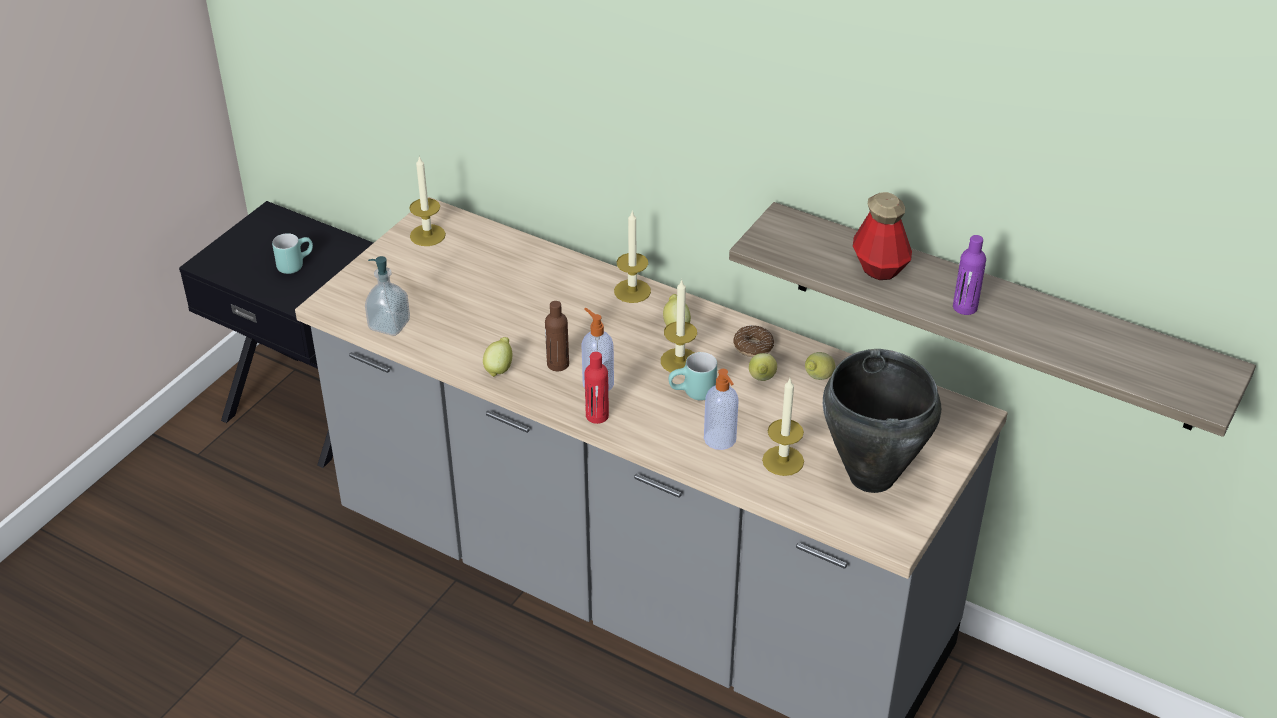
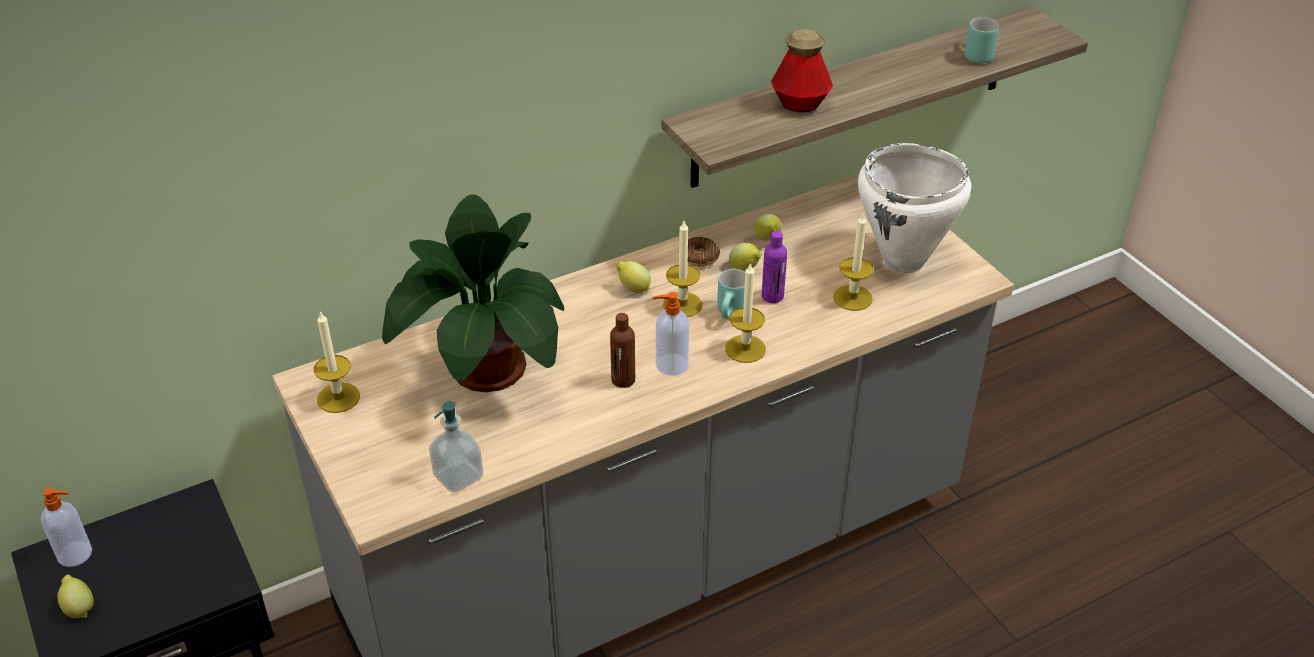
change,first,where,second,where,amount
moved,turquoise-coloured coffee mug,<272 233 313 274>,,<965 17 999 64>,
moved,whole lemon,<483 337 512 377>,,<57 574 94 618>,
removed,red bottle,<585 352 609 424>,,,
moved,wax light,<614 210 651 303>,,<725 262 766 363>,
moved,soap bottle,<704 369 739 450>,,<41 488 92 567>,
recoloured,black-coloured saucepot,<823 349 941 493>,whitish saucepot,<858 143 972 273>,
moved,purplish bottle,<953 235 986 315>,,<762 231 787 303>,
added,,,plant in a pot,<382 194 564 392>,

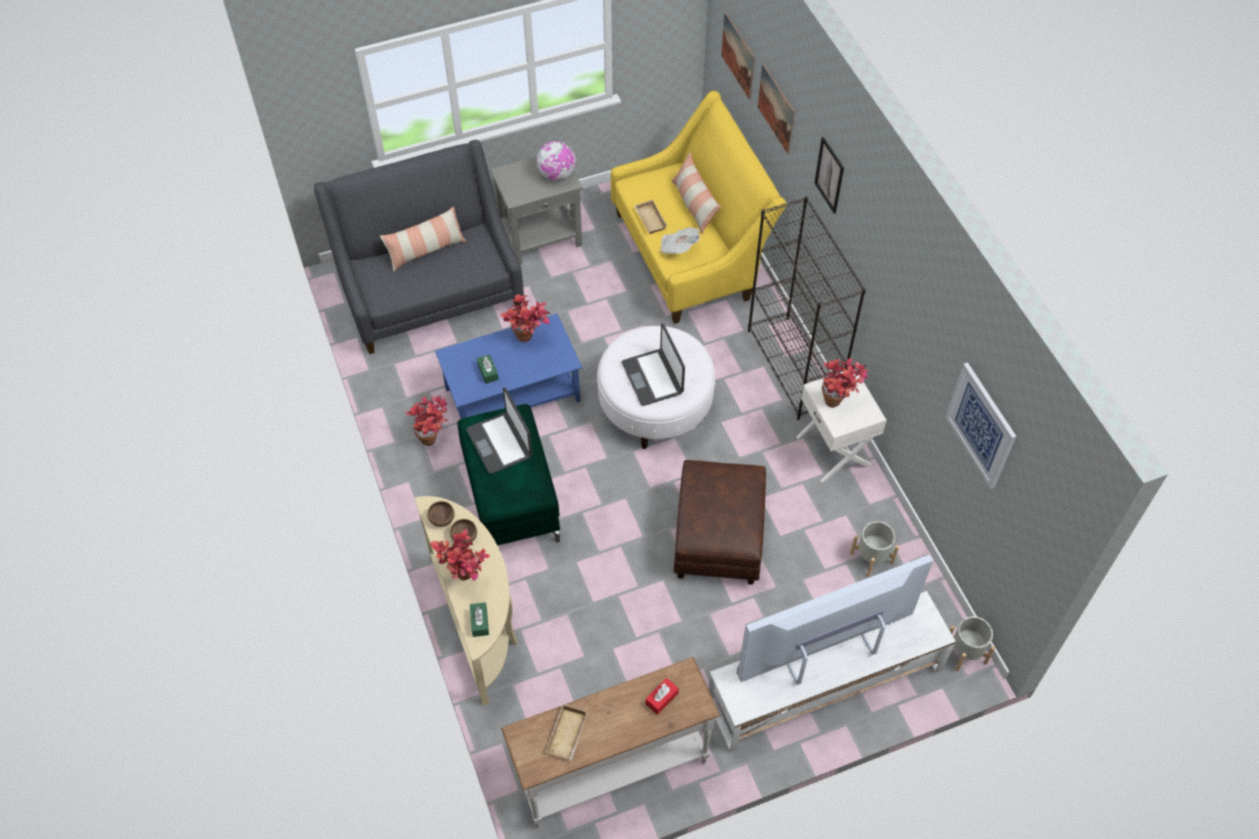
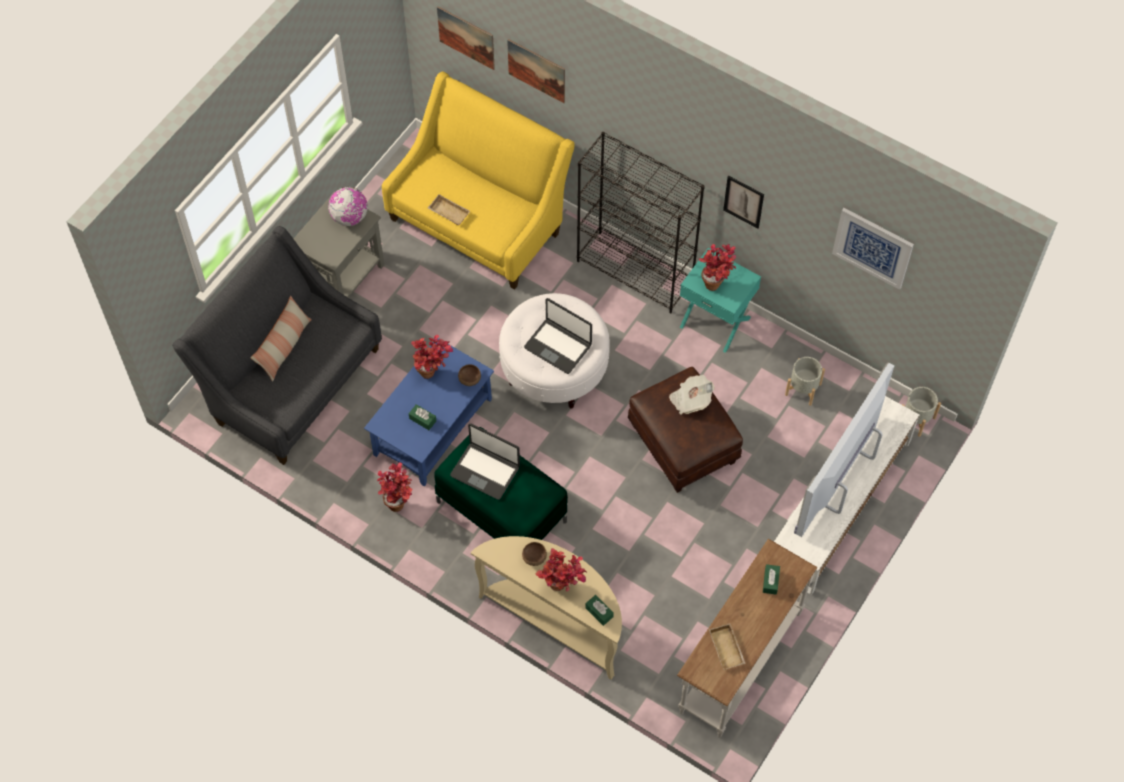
change,first,where,second,where,amount
moved,brown serving bowl,<427 501 455 527>,,<458 364 481 386>,
recoloured,red tissue holder,<646 678 679 715>,green tissue holder,<763 564 780 595>,
moved,printed paper,<659 227 700 254>,,<669 375 715 415>,
removed,cushion,<671 153 721 234>,,,
recoloured,whitish night table,<796 368 887 482>,turquoise-coloured night table,<680 248 761 353>,
moved,wall art,<815 137 844 214>,,<723 176 764 228>,

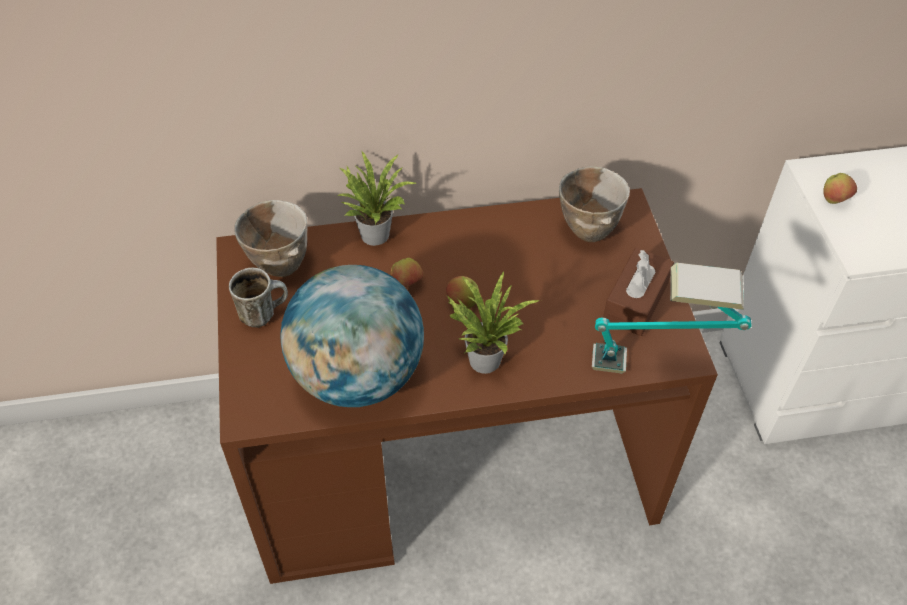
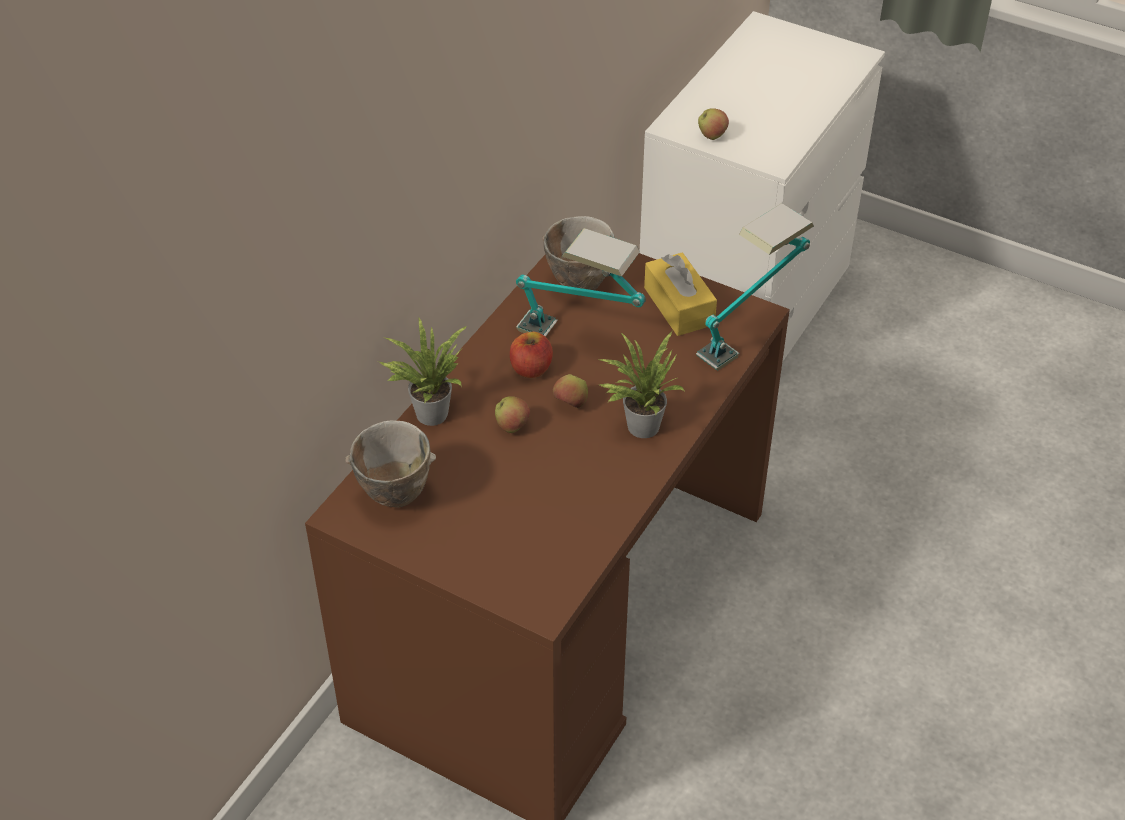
change,first,where,second,where,amount
removed,coffee mug,<229 268 288 328>,,,
removed,world globe,<280 265 424 407>,,,
recoloured,brown tissue holder,<603 248 674 336>,yellow-coloured tissue holder,<644 253 717 336>,
added,,,apple fruit,<510 331 553 378>,
added,,,table lamp,<516 228 646 337>,

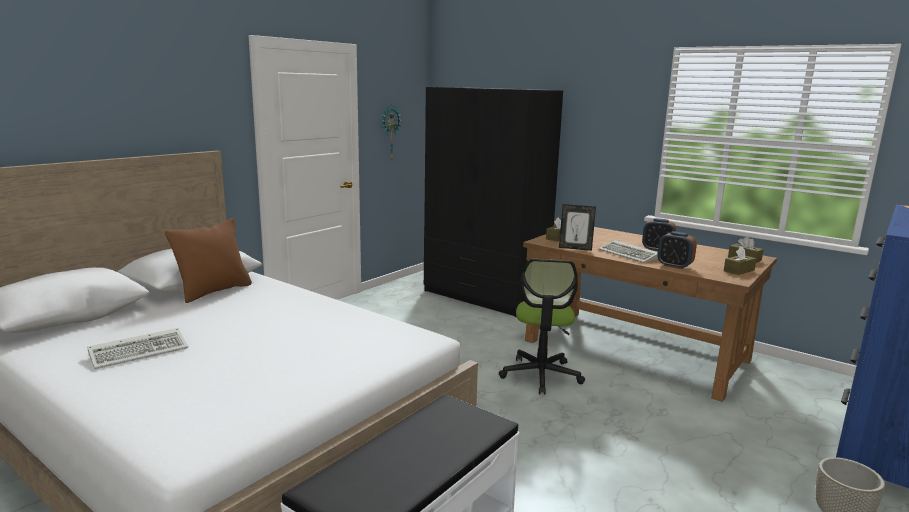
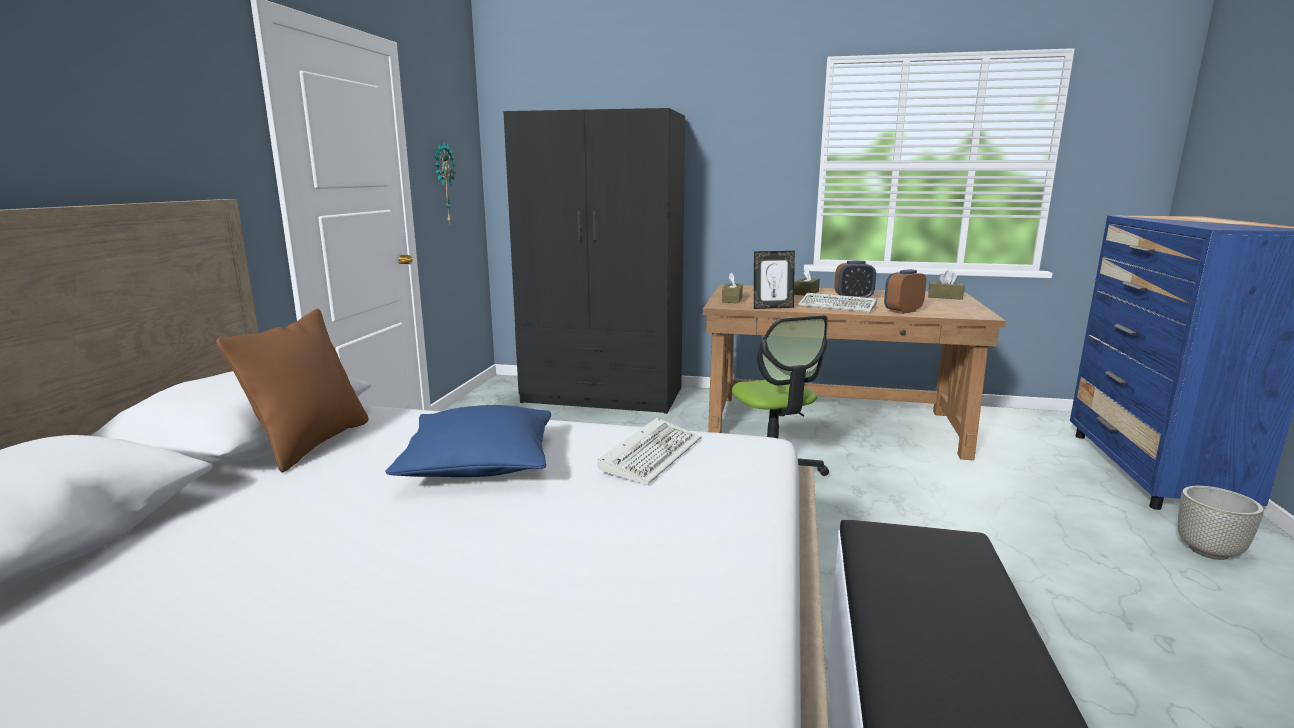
change,first,where,second,where,amount
moved,keyboard,<87 328 188 369>,,<597 418 701 485>,
turned,alarm clock,<657 231 697 269>,,<884 269 926 314>,135 degrees clockwise
moved,brown tissue holder,<724 246 756 275>,,<794 267 820 296>,
added,,,blue cushion,<385 405 551 477>,

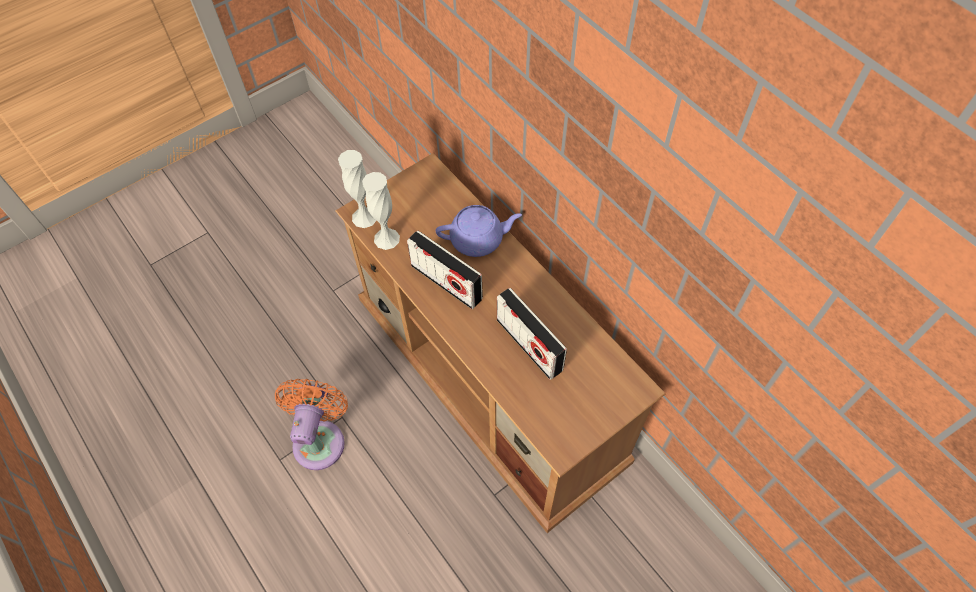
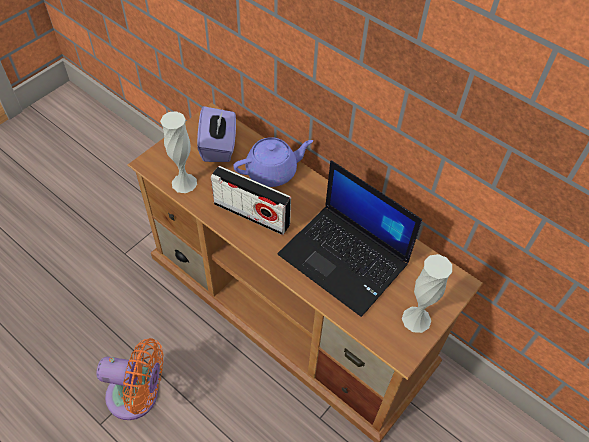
change,first,where,second,where,amount
turned,orange-coloured fan,<275 379 348 470>,,<96 338 163 420>,105 degrees clockwise
moved,whitish flower vase,<338 150 377 228>,,<402 254 452 333>,
replaced,radio,<497 288 567 380>,laptop,<278 160 422 317>,
added,,,purplish tissue holder,<197 106 236 162>,

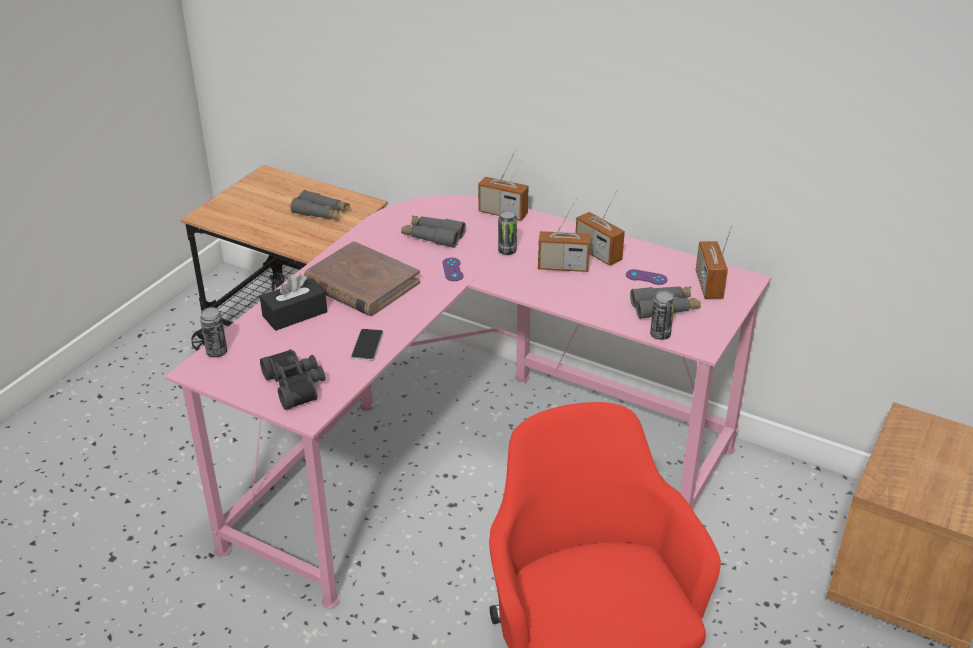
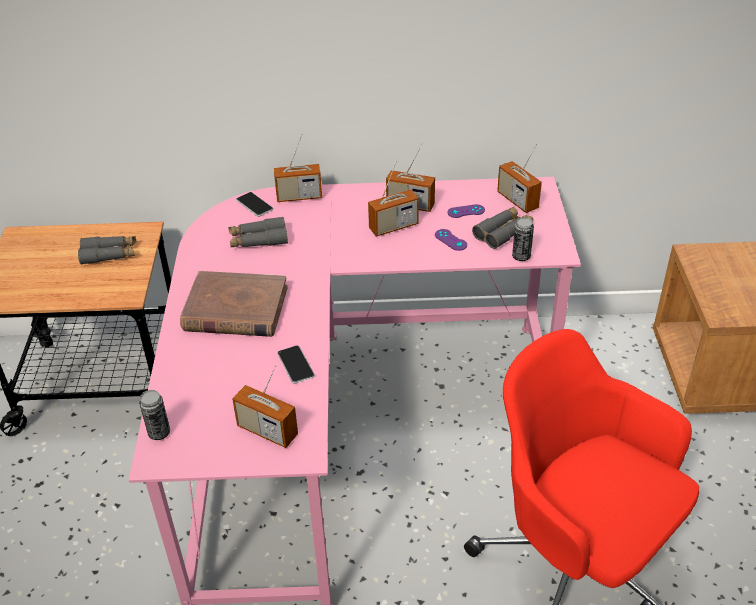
change,first,where,second,where,amount
removed,black-coloured tissue holder,<260 274 327 331>,,,
replaced,black-coloured binoculars,<260 349 326 410>,radio,<232 364 298 448>,
moved,purplish game controller,<442 258 464 281>,,<435 229 467 251>,
removed,metal can,<498 210 517 255>,,,
added,,,handset,<236 192 273 217>,

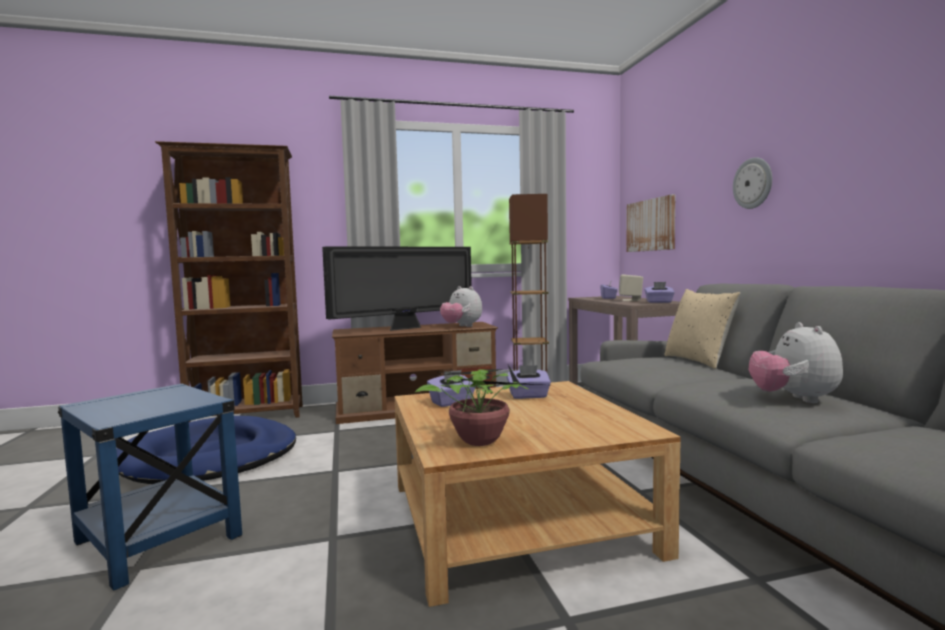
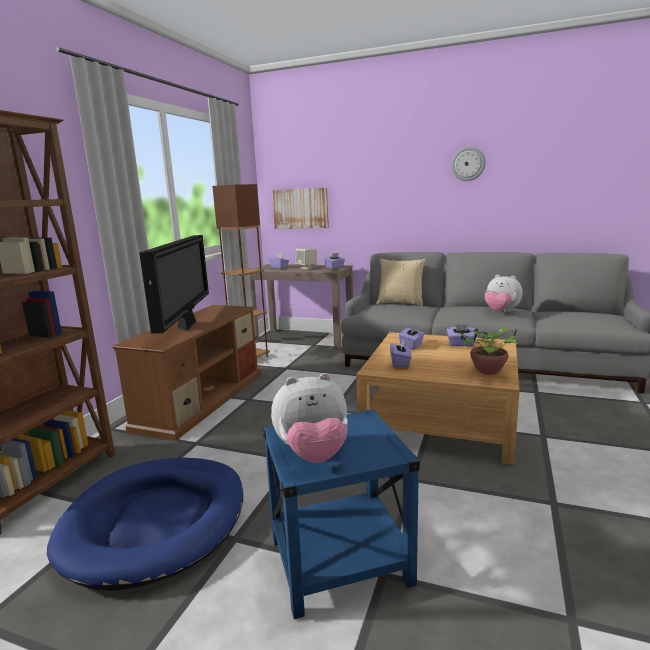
change,first,where,second,where,amount
moved,cuddly toy,<440 286 482 327>,,<271 373 348 463>,
moved,clock on the wall,<733 157 772 209>,,<451 147 486 181>,
added,,,purplish tissue holder,<447 324 477 346>,

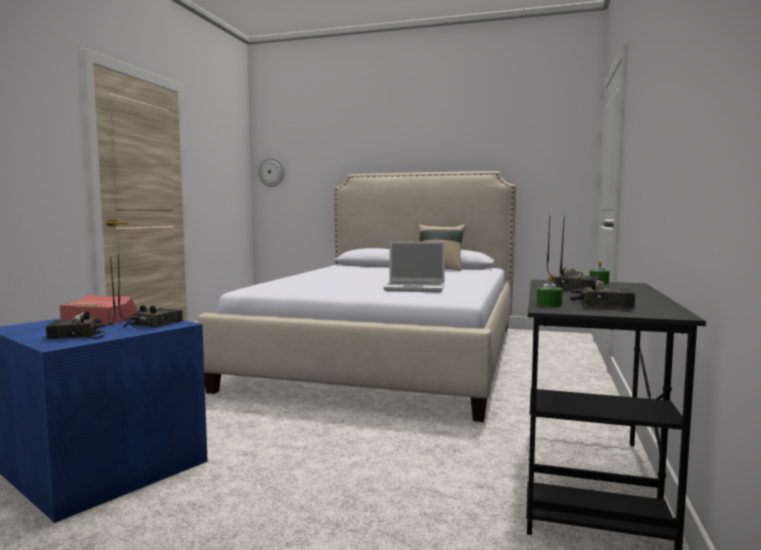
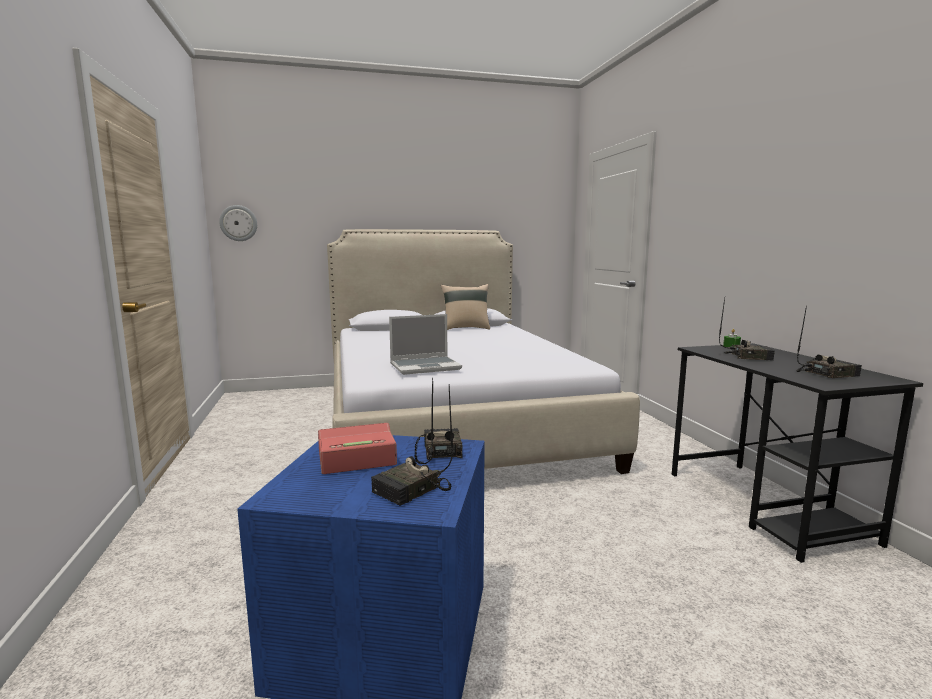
change,first,where,second,where,amount
moved,laptop,<384 241 445 292>,,<389 314 462 375>,
removed,green wax light,<537 275 563 307>,,,

